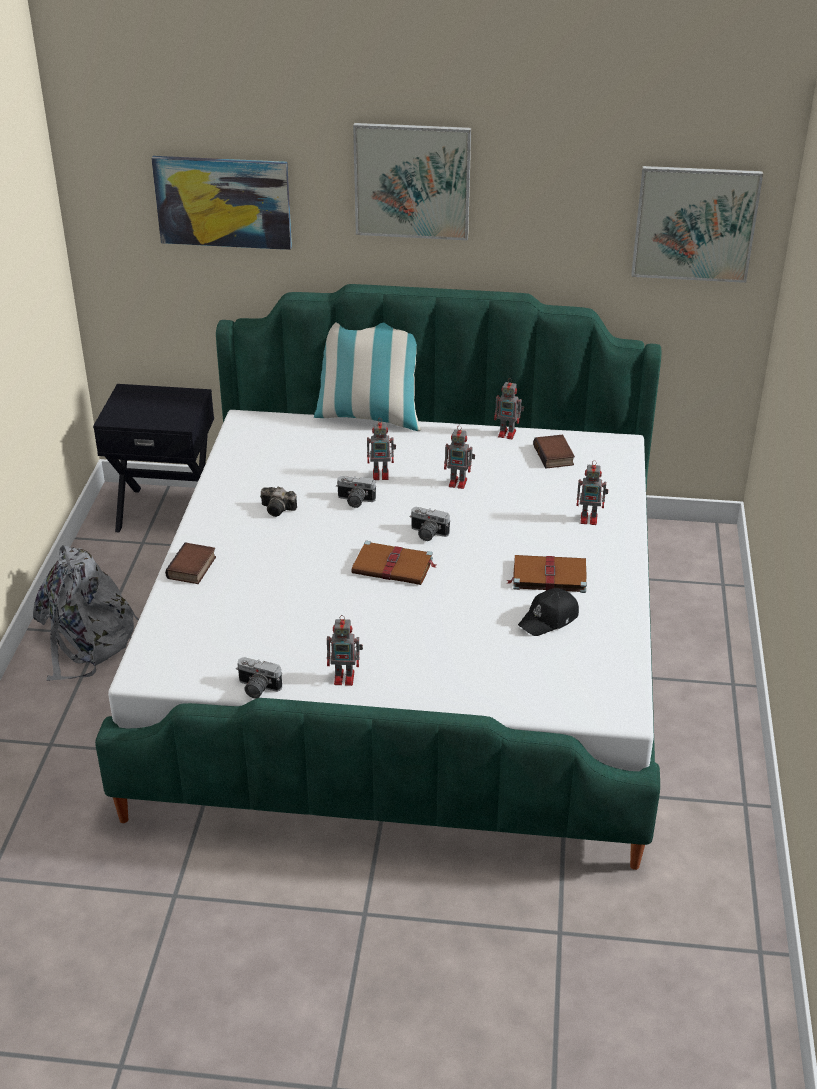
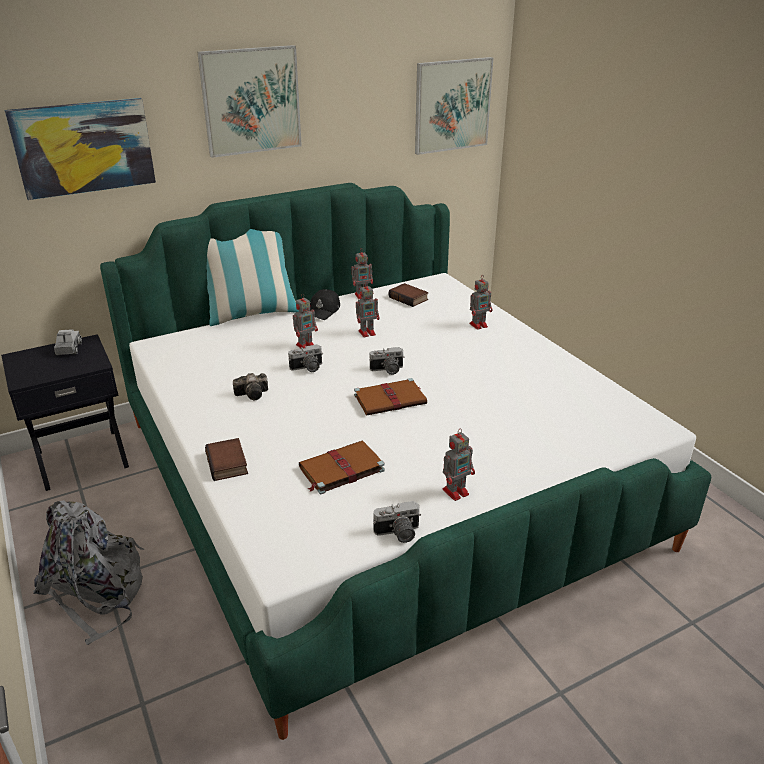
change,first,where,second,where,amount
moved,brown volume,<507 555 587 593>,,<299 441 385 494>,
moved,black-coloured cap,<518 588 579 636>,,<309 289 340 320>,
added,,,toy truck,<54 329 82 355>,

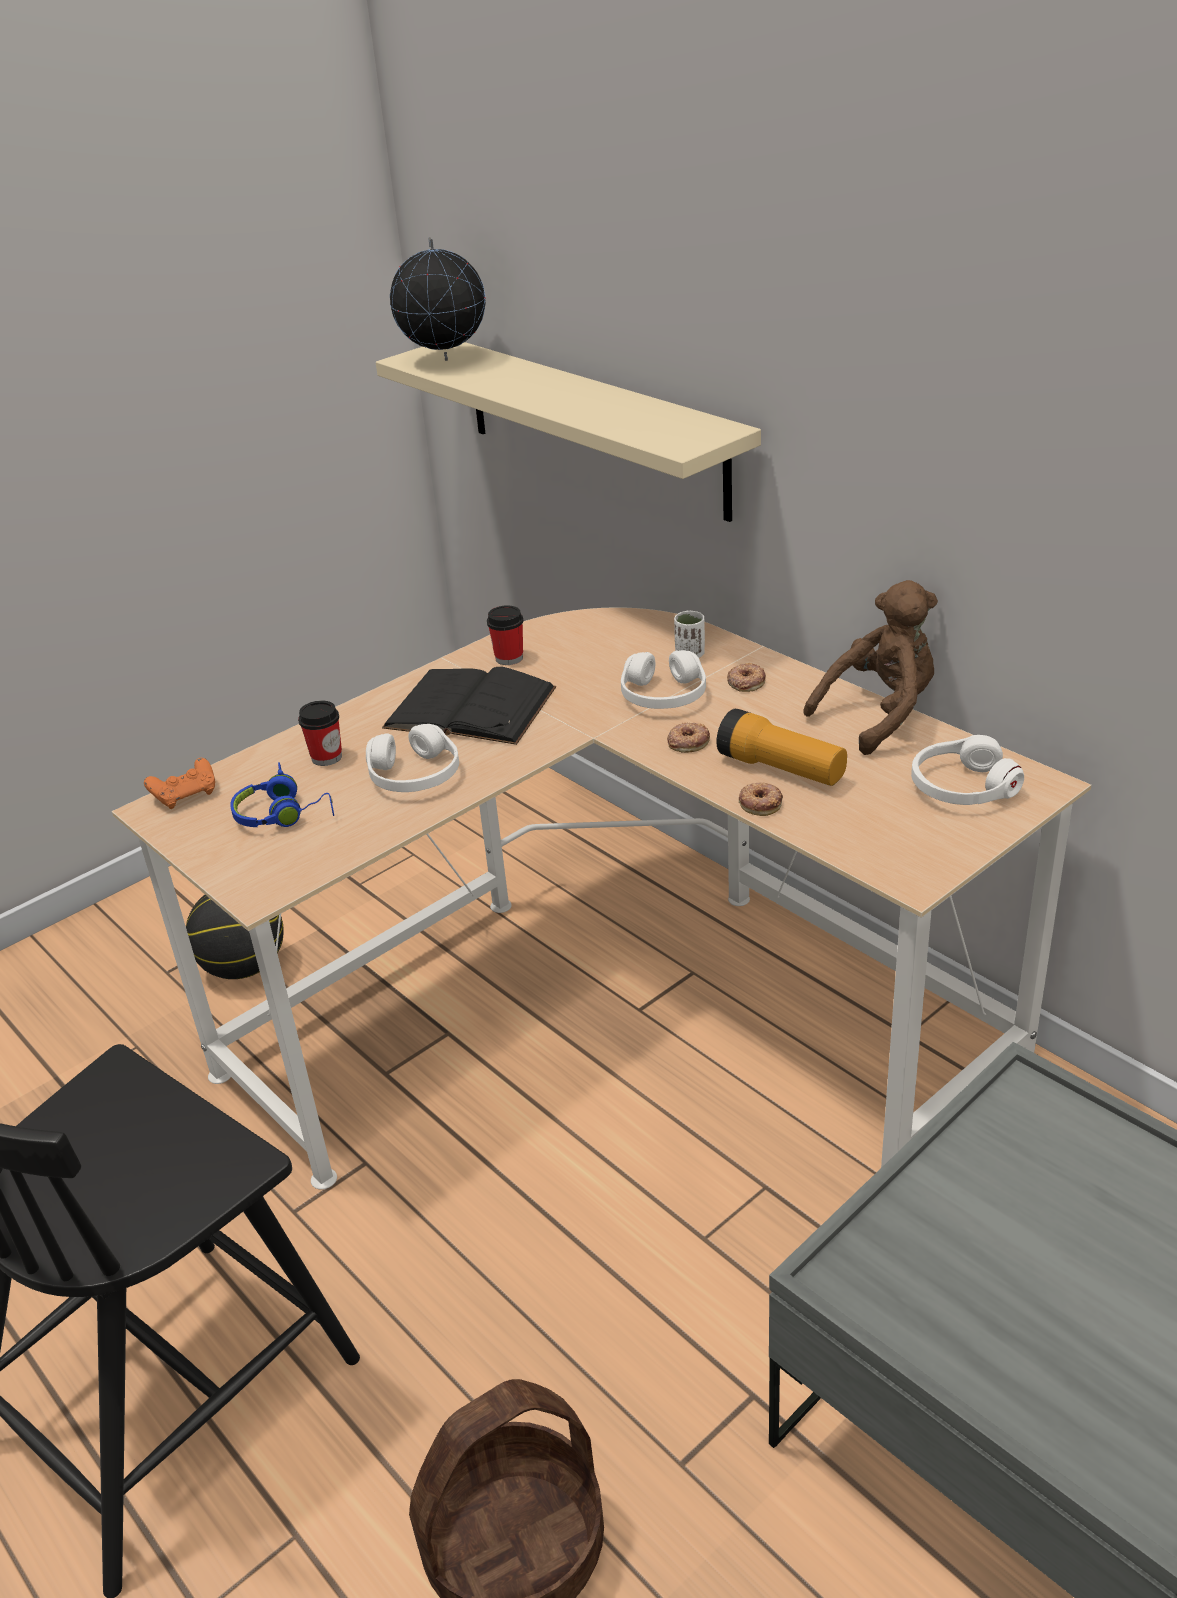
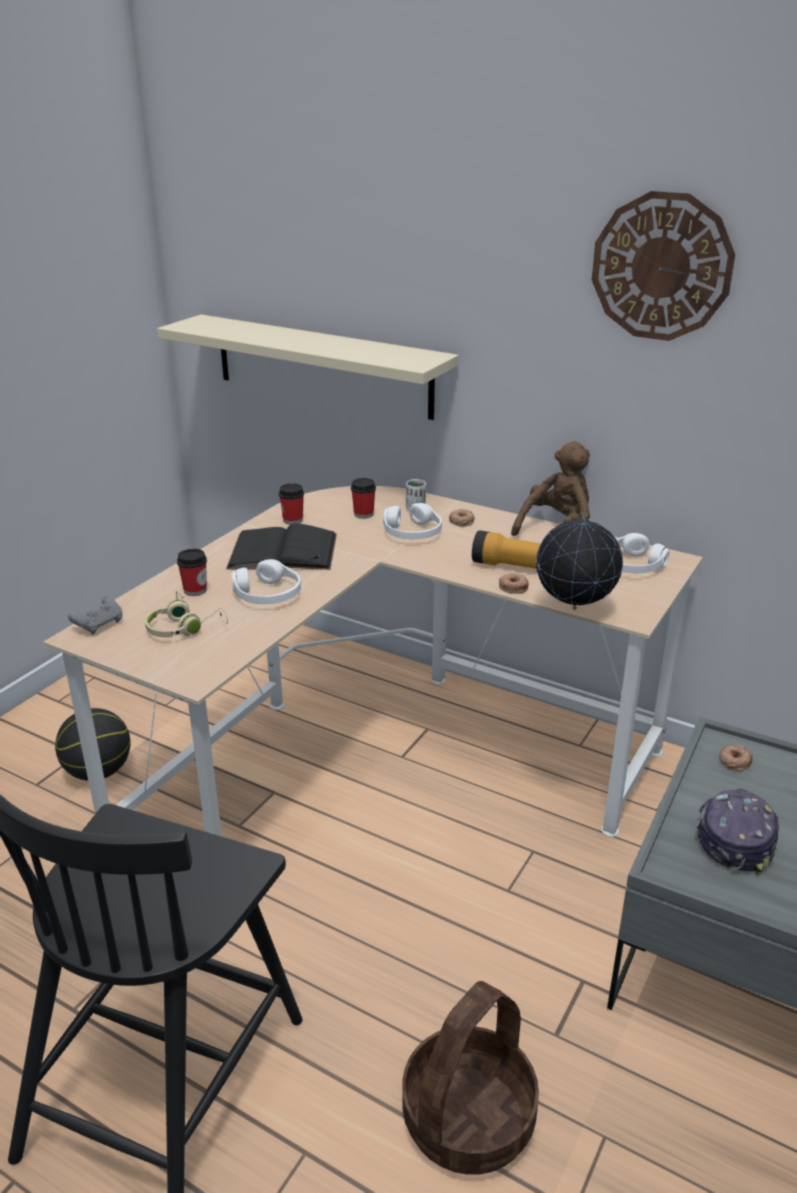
change,first,where,second,where,amount
recoloured,orange-coloured game controller,<144 758 215 809>,greyish game controller,<68 597 123 635>,
recoloured,blue pair of headphones,<230 762 334 827>,beige pair of headphones,<145 591 228 637>,
moved,world globe,<390 237 486 361>,,<536 513 623 610>,
moved,donut,<667 723 710 753>,,<719 745 753 771>,
added,,,drinking cup,<351 478 376 519>,
added,,,clock on the wall,<592 191 735 341>,
added,,,cap,<697 789 779 875>,

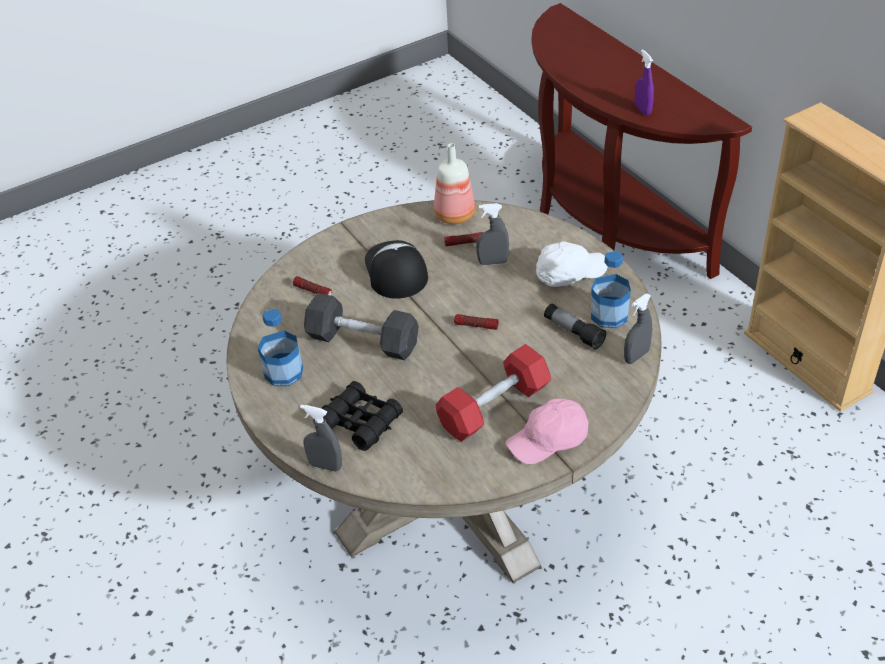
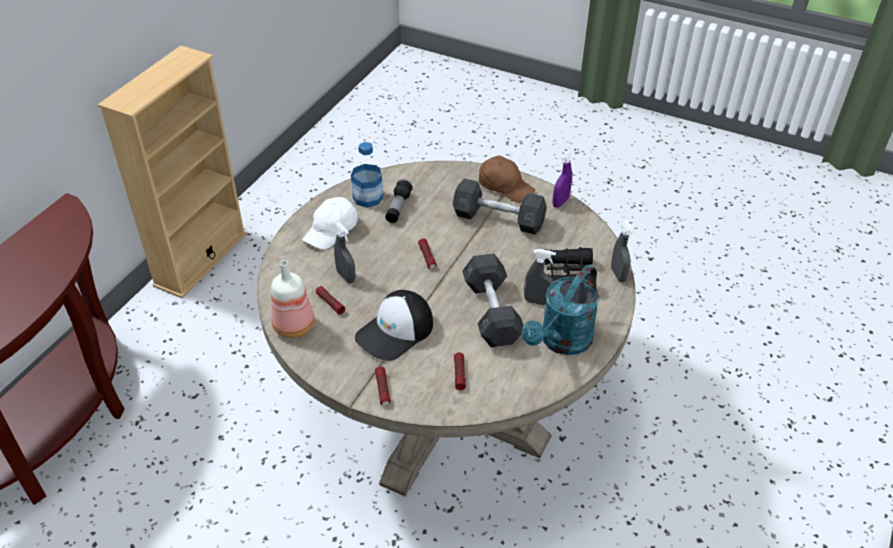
change,first,where,second,where,amount
replaced,bottle,<258 308 303 386>,turquoise-coloured sprinkling can,<522 265 599 355>,
recoloured,red dumbbell,<436 344 551 442>,greyish dumbbell,<453 178 547 234>,
recoloured,pinkish cap,<506 399 589 464>,brown cap,<479 156 535 202>,
turned,whitish cap,<536 241 608 287>,,<302 197 358 250>,90 degrees counterclockwise
moved,greyish spray bottle,<624 294 652 364>,,<524 249 556 305>,
moved,purplish spray bottle,<635 49 654 116>,,<552 150 573 208>,
added,,,torch,<375 367 391 406>,

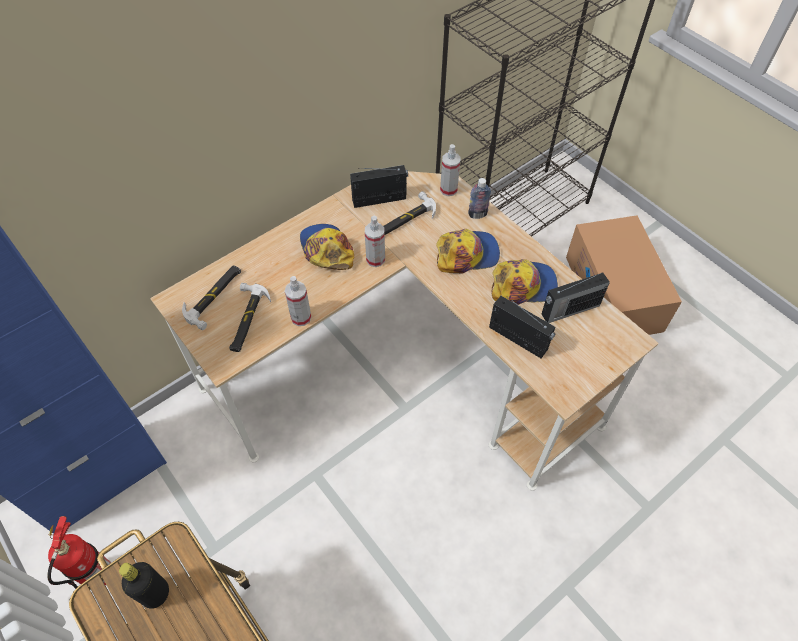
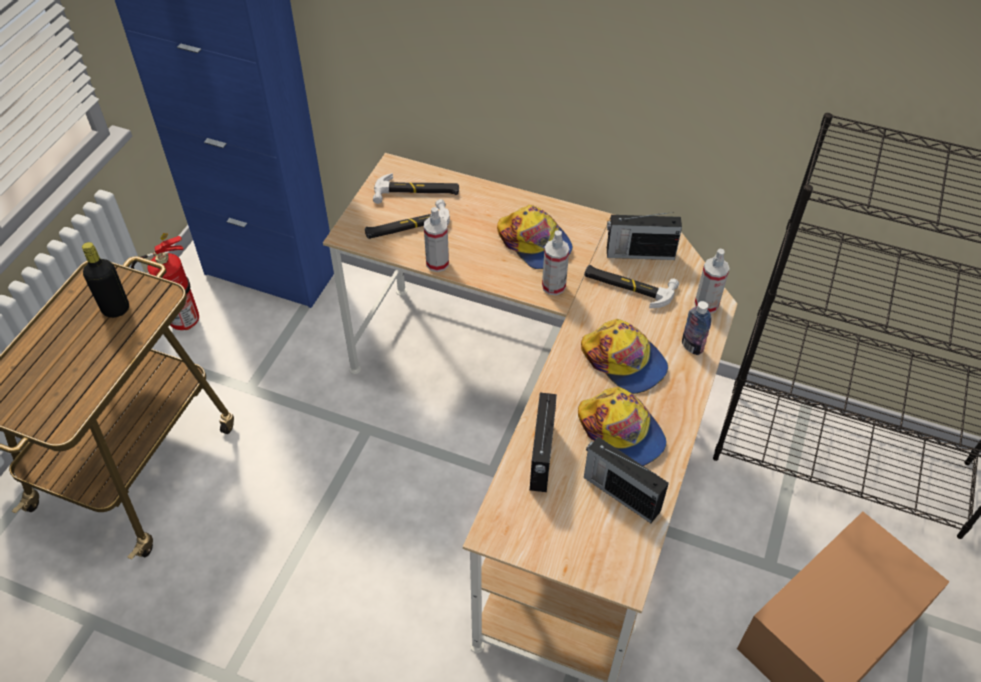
change,first,where,second,where,amount
turned,cap,<300 224 354 270>,,<497 205 573 269>,105 degrees clockwise
turned,radio,<350 165 408 208>,,<607 212 682 260>,135 degrees clockwise

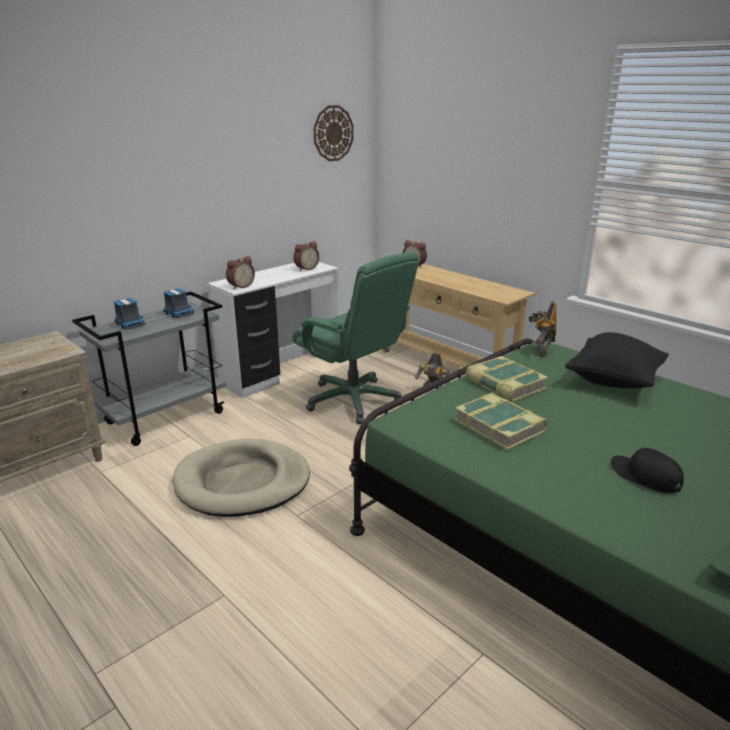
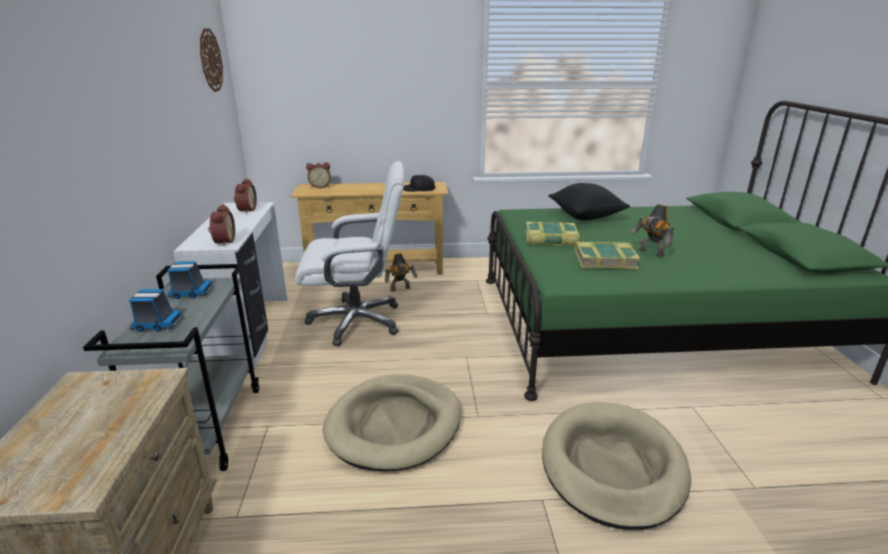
change,first,where,second,where,amount
recoloured,green desk chair,<292 252 419 424>,whitish desk chair,<295 161 404 346>,
moved,model robot,<528 301 557 357>,,<631 204 674 257>,
moved,black-coloured cap,<611 448 684 494>,,<403 175 435 192>,
added,,,beige pet bed,<542 402 691 530>,

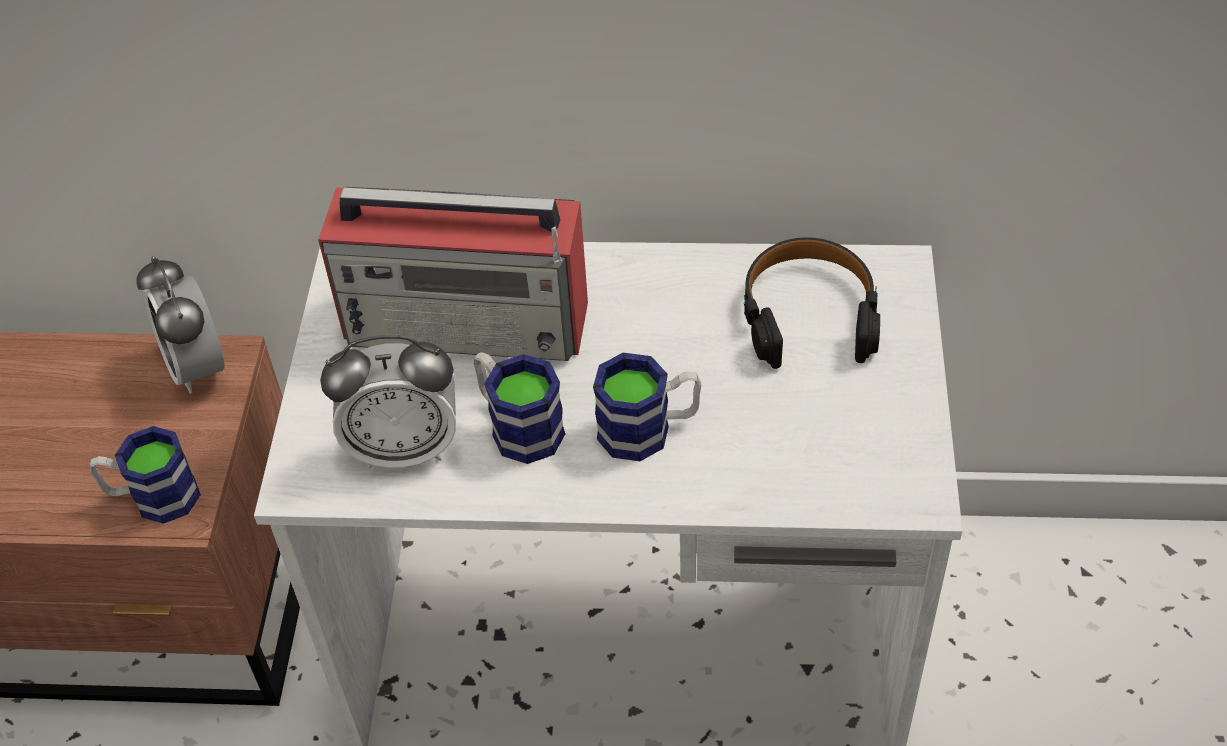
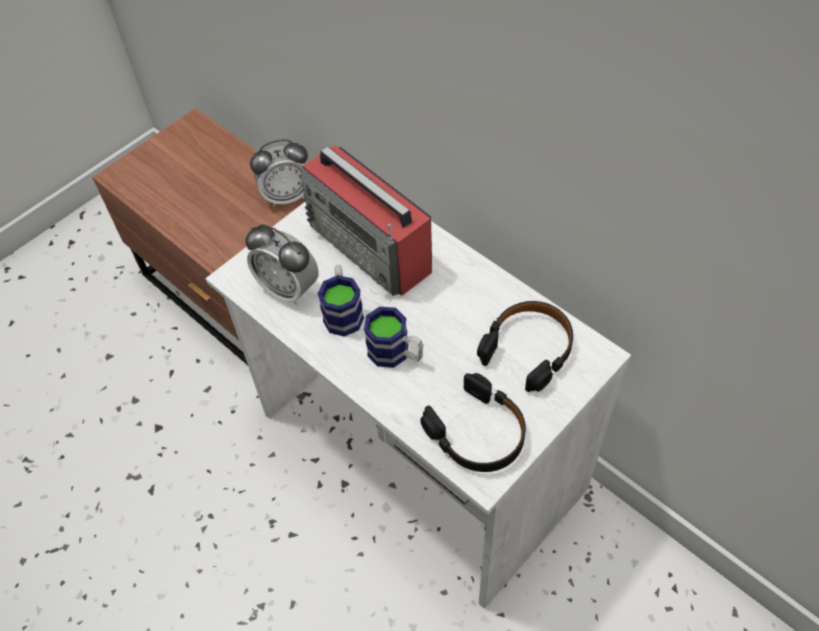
change,first,where,second,where,amount
removed,coffee mug,<90 426 201 524>,,,
turned,alarm clock,<136 256 225 394>,,<250 139 308 207>,120 degrees counterclockwise
added,,,black-coloured pair of headphones,<420 373 526 472>,

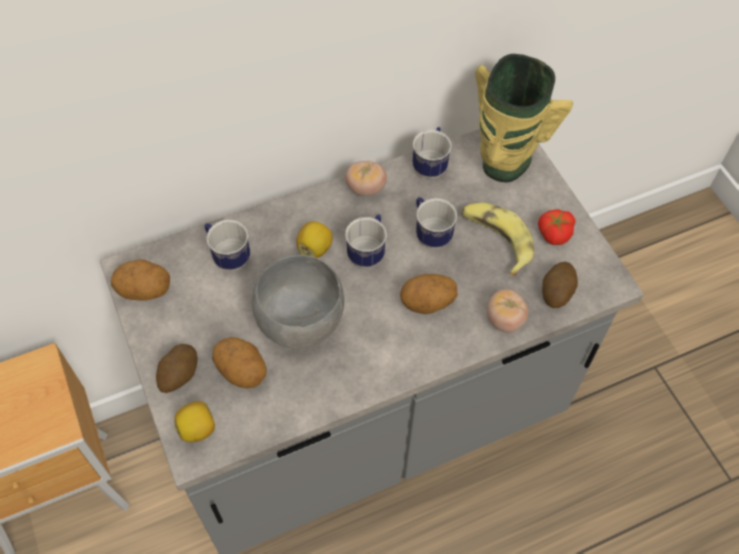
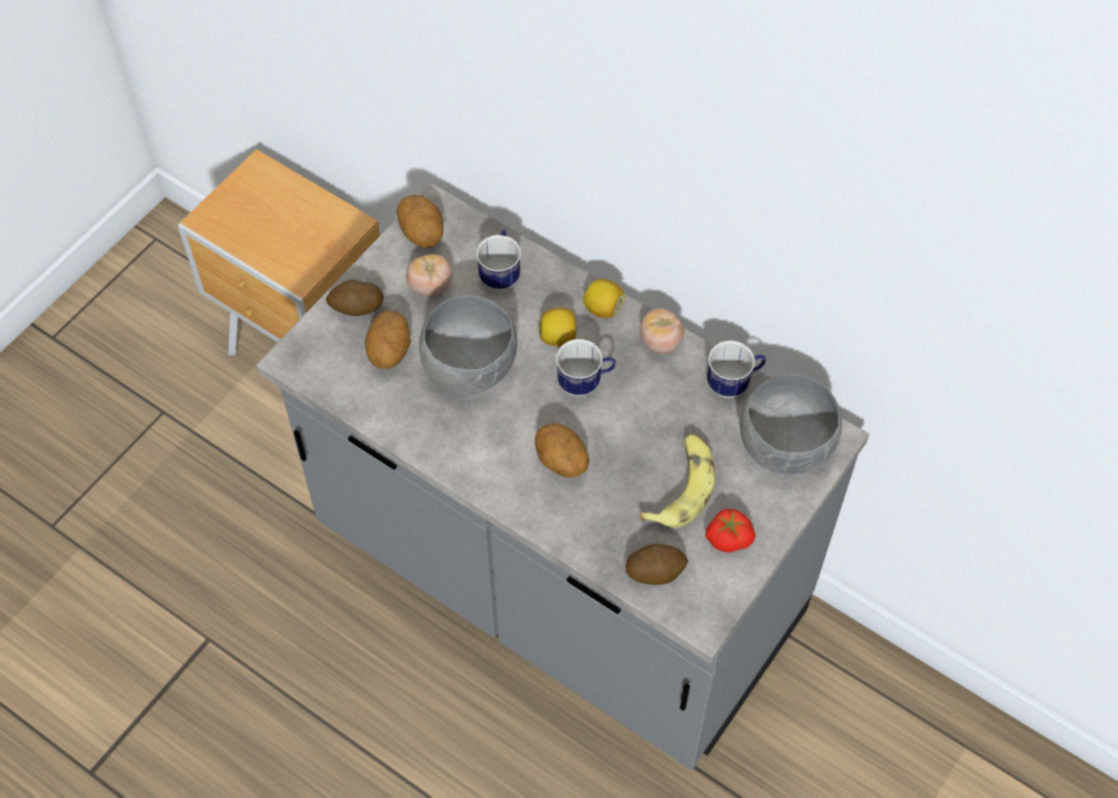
change,first,where,second,where,amount
moved,whole lemon,<174 401 215 442>,,<583 279 625 318>,
removed,coffee mug,<416 197 457 249>,,,
replaced,flower vase,<476 54 573 183>,greyish serving bowl,<740 374 842 474>,
moved,fresh tomato,<487 289 528 333>,,<406 254 452 296>,

